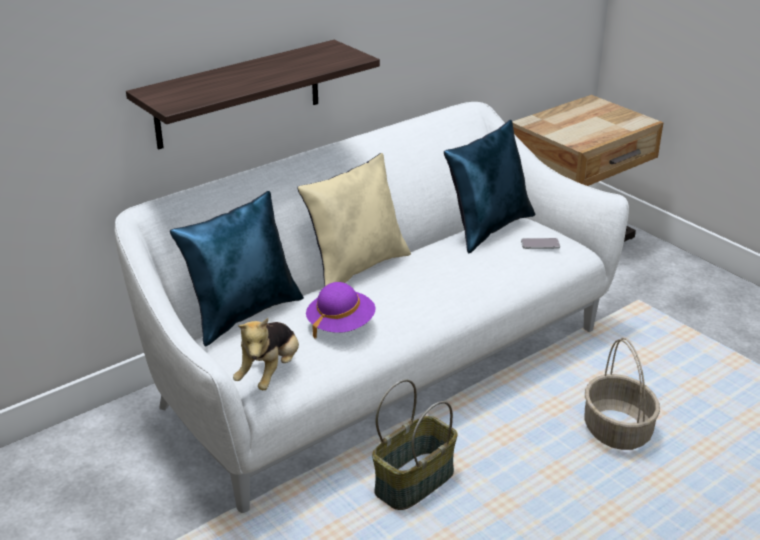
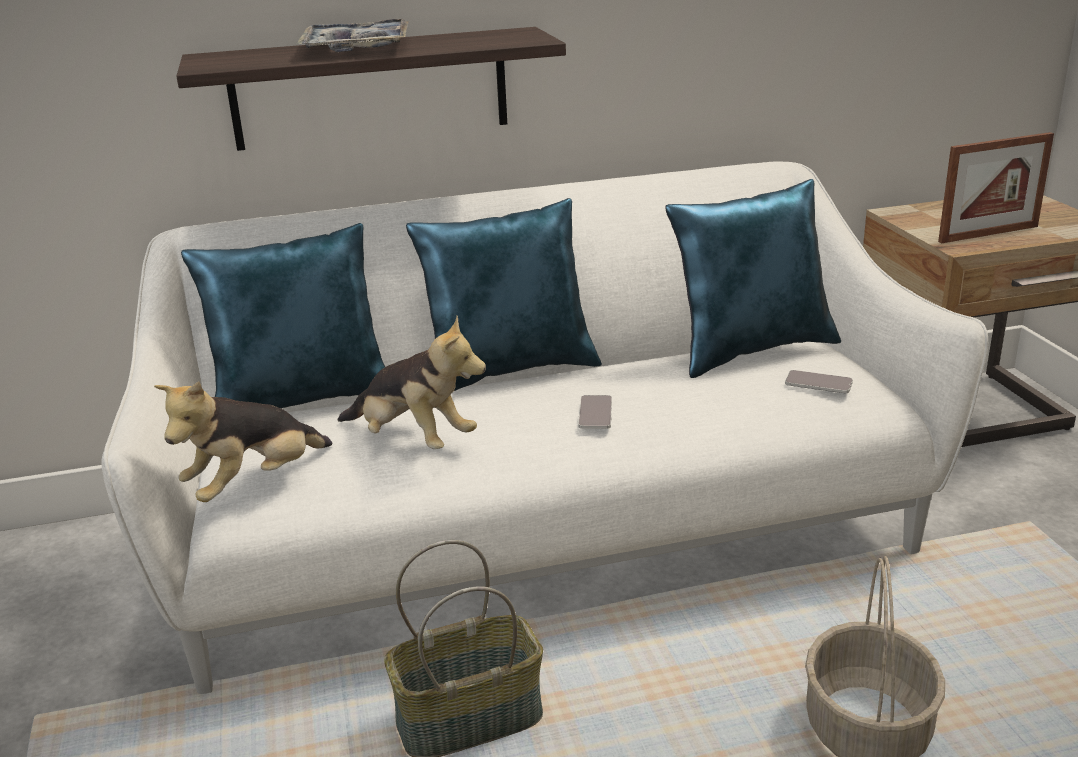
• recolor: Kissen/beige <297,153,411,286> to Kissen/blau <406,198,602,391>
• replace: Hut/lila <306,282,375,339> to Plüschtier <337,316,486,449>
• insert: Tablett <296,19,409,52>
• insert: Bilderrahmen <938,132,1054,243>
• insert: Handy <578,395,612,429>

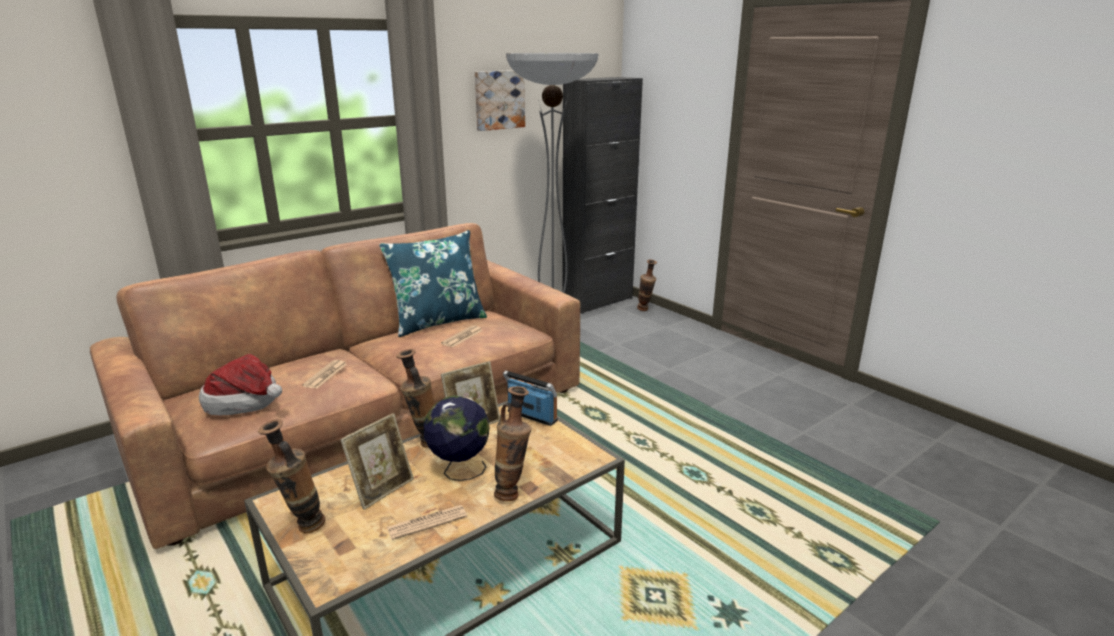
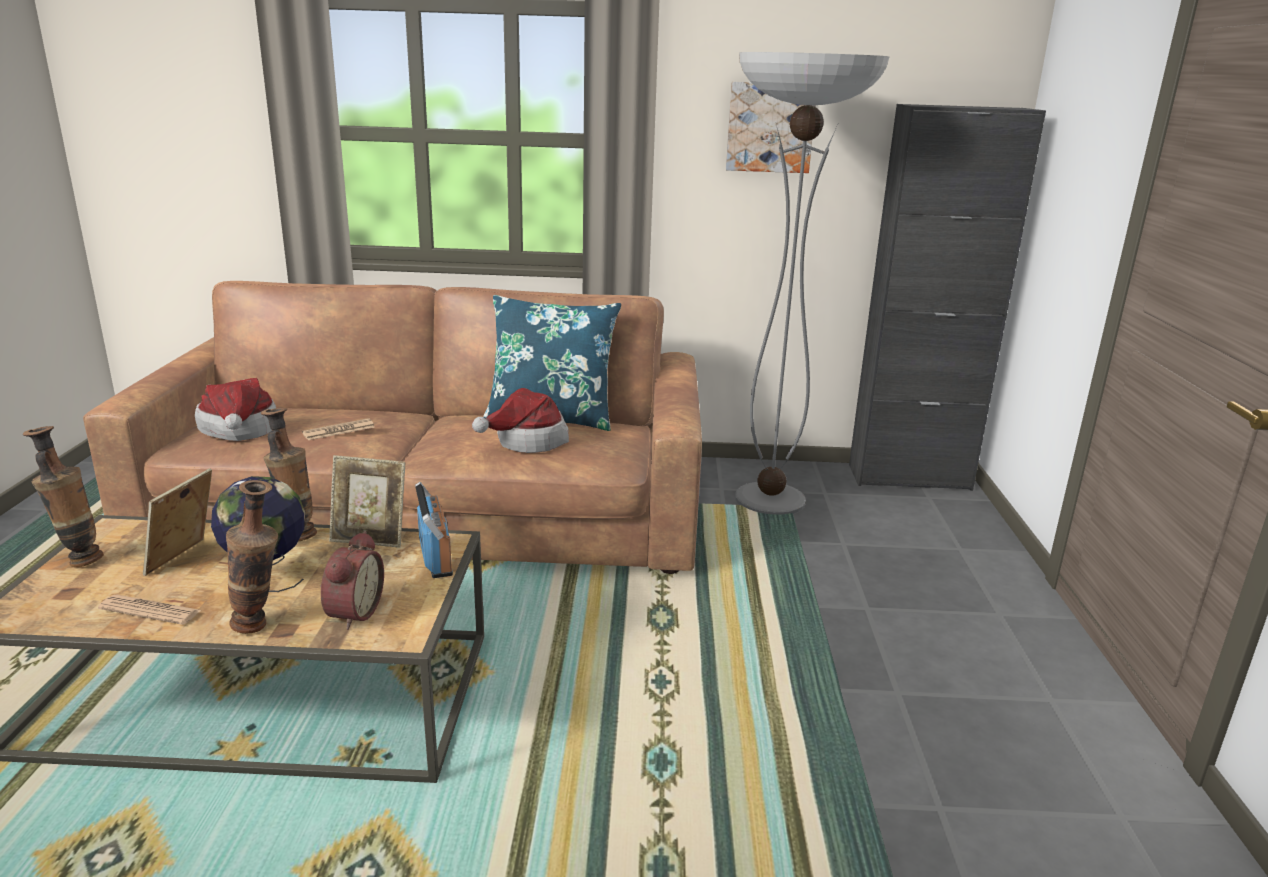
• delete: Vase <637,260,657,311>
• replace: Zeitung <441,325,483,347> to Hut <472,388,569,453>
• rotate: Bilderrahmen <340,413,414,510> = <143,468,212,576> 120 degrees clockwise
• insert: Wecker <321,531,384,630>

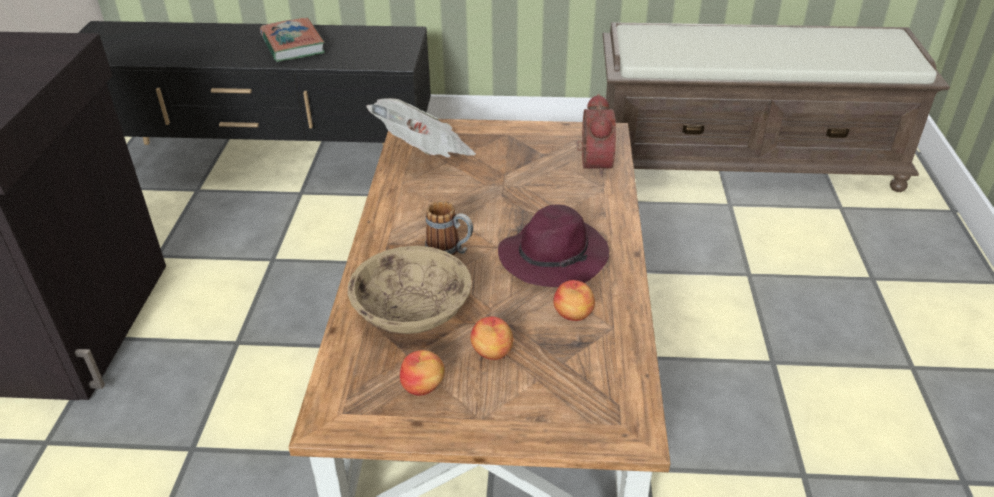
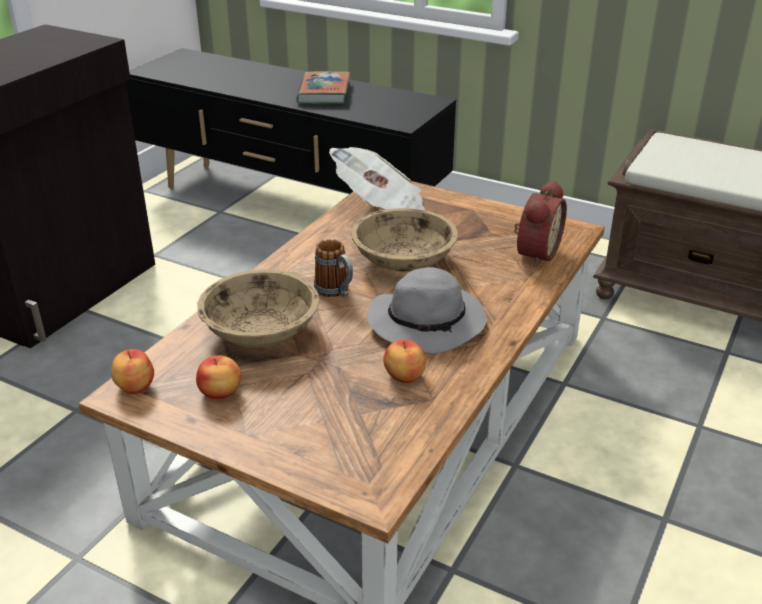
• recolor: Hut/lila <498,204,609,287> to Hut/grau <367,267,486,354>
• move: Apfel <470,316,513,360> to <111,349,154,394>
• insert: Schüssel/beige <351,208,458,272>

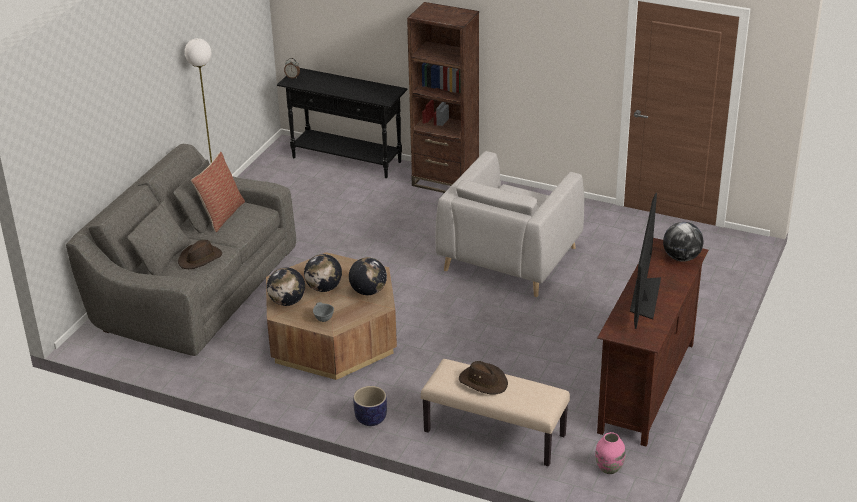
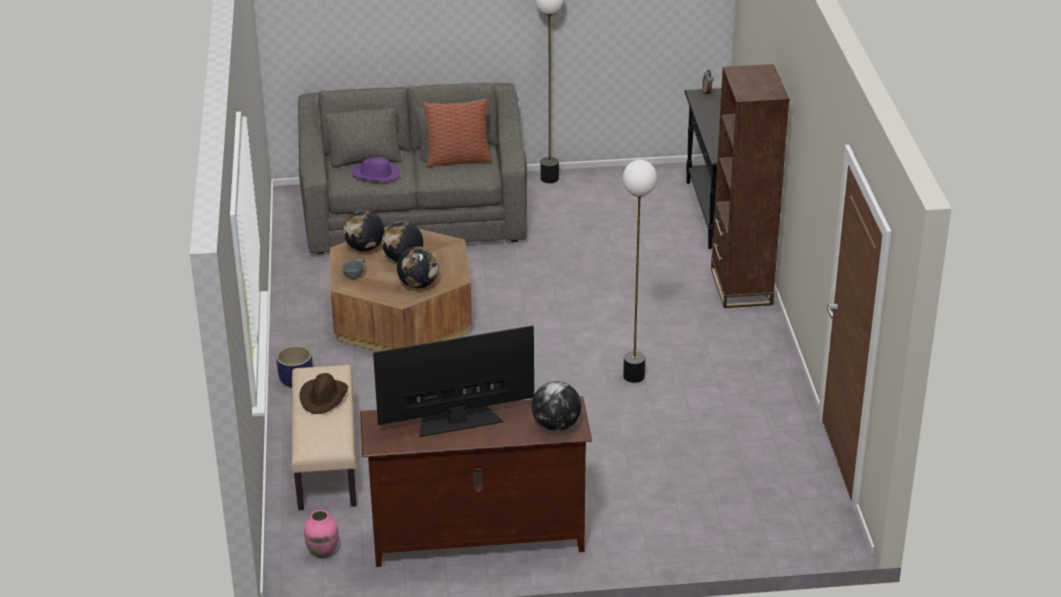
• replace: Sessel/grau <436,151,584,297> to Stehlampe <623,160,657,383>
• recolor: Hut/braun <178,240,222,269> to Hut/lila <351,157,400,182>

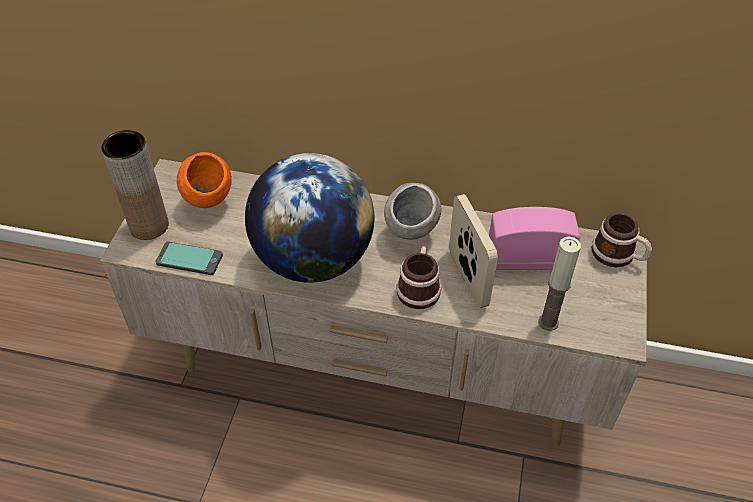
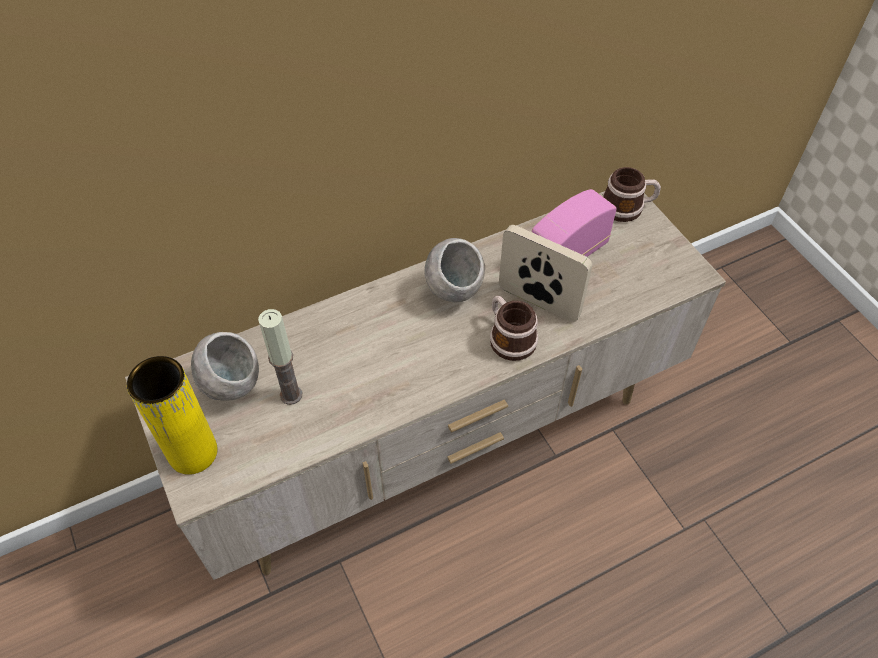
• recolor: Vase/braun <101,130,169,240> to Vase/gelb <127,356,218,475>
• recolor: Schüssel/orange <177,152,232,208> to Schüssel/grau <191,332,259,401>
• delete: Globus <245,153,375,283>
• move: Kerze <538,237,581,331> to <258,309,302,405>
• delete: Handy <155,242,223,275>

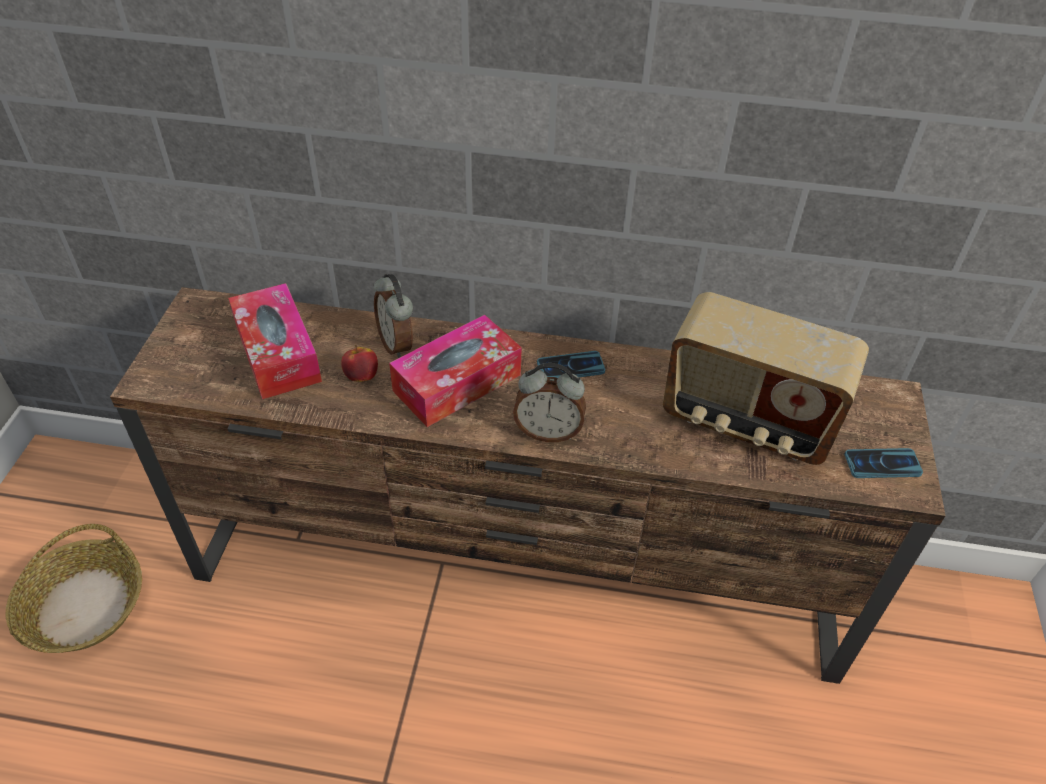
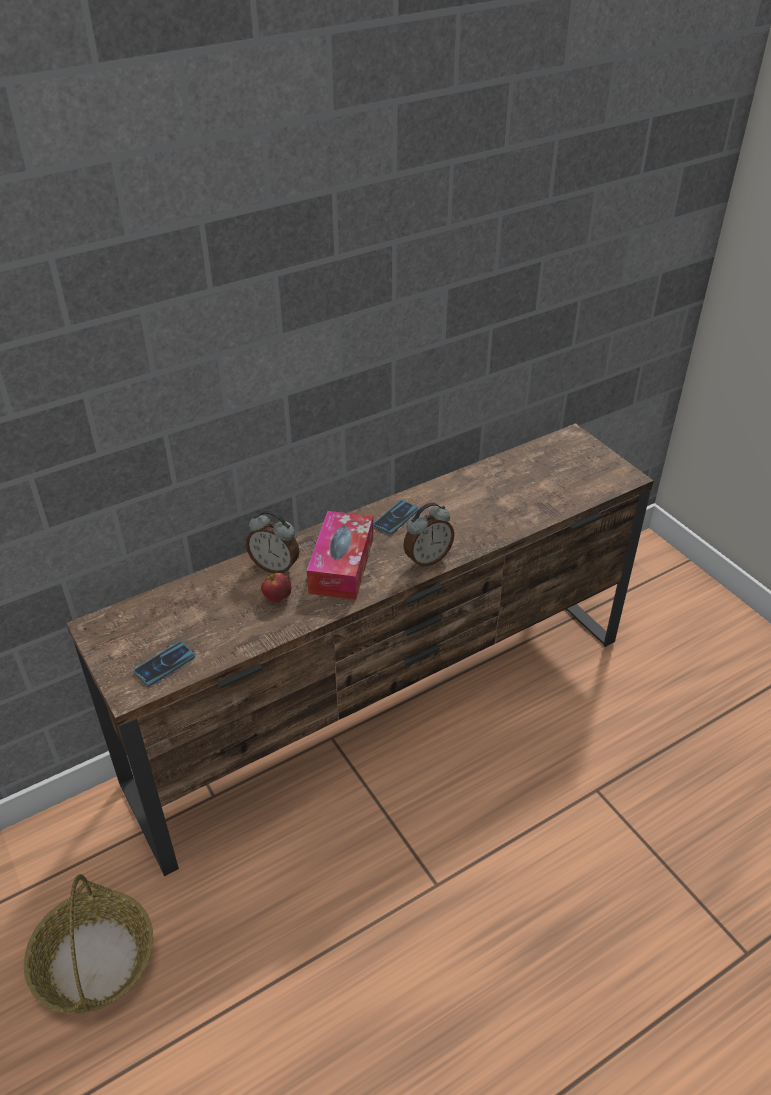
• delete: Taschentuchbox <228,283,322,399>
• delete: Radio <663,292,869,465>
• move: Handy <845,448,923,478> to <134,641,195,686>

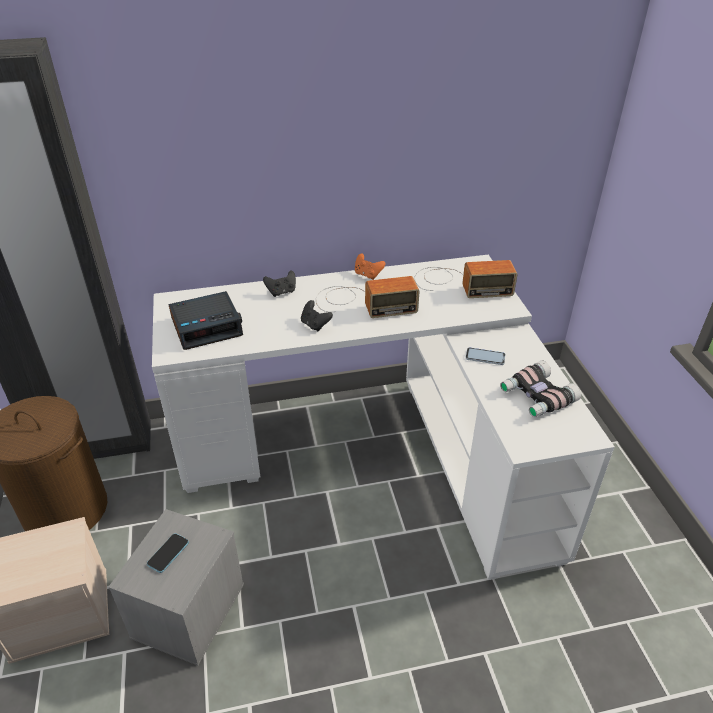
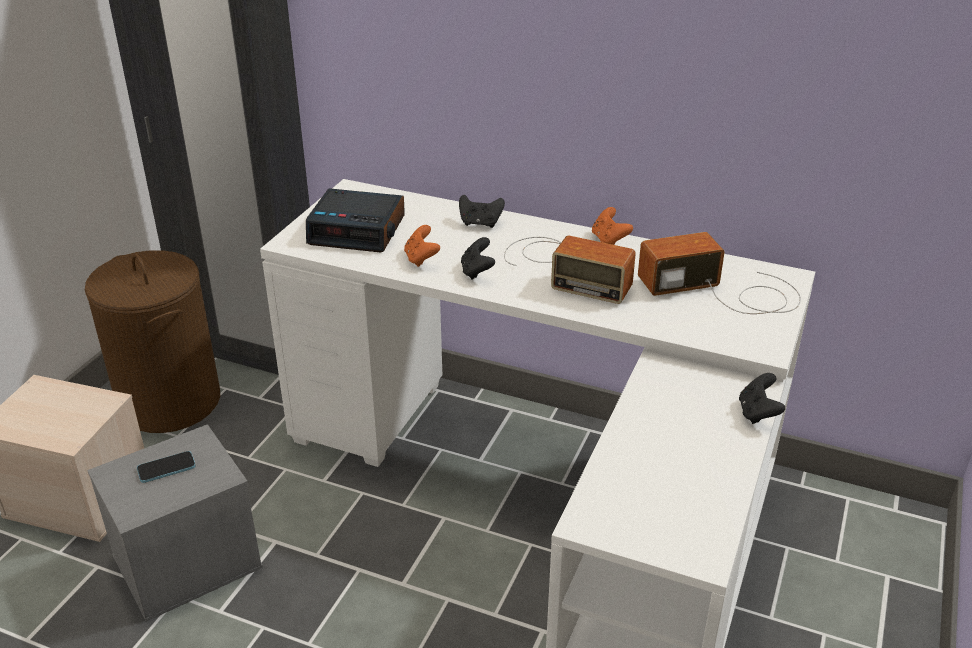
• rotate: Radio <414,260,518,298> = <638,232,801,314> 135 degrees clockwise
• delete: Handy <466,347,505,365>
• delete: Fernglas <500,361,581,417>
• insert: Gamepad/orange <404,225,440,267>
• insert: Gamepad/schwarz <739,373,785,424>

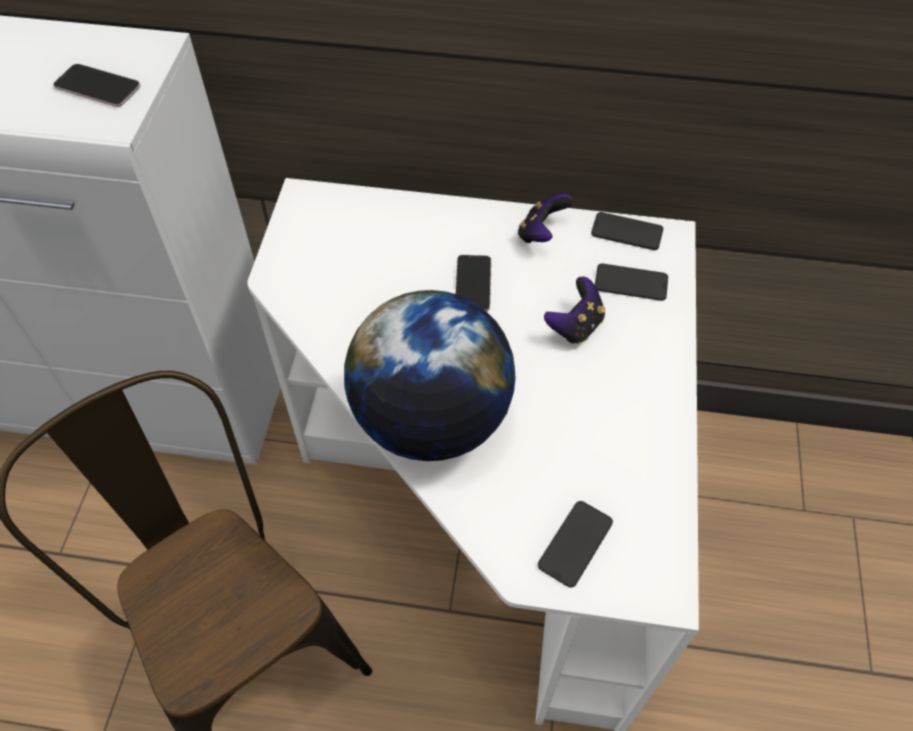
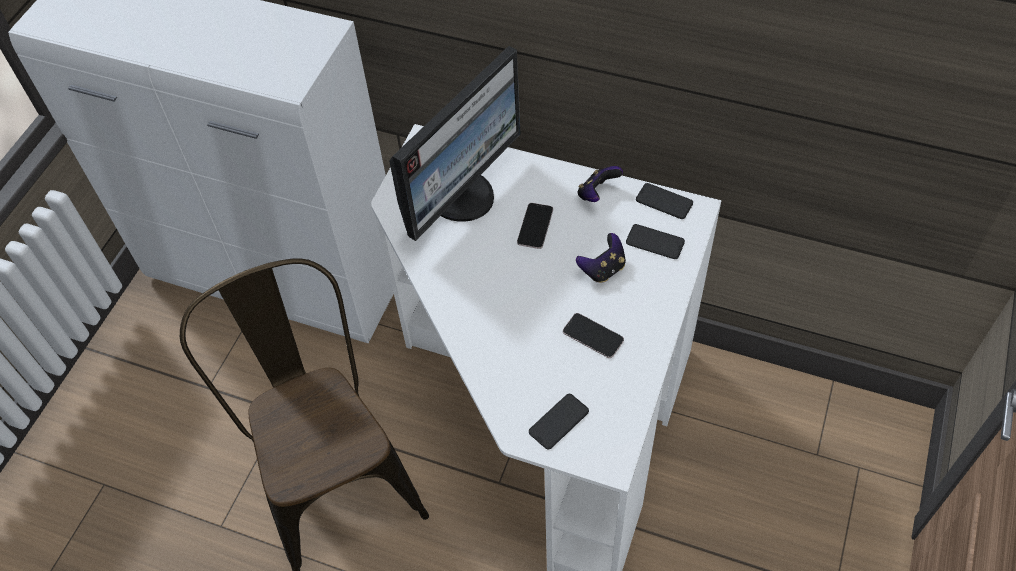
• move: Handy <53,64,141,107> to <563,313,624,358>
• delete: Globus <344,290,516,461>
• insert: Monitor <389,46,520,241>

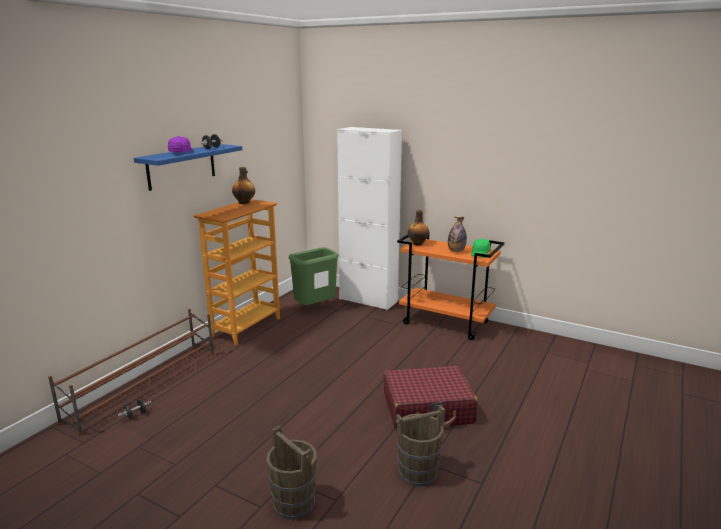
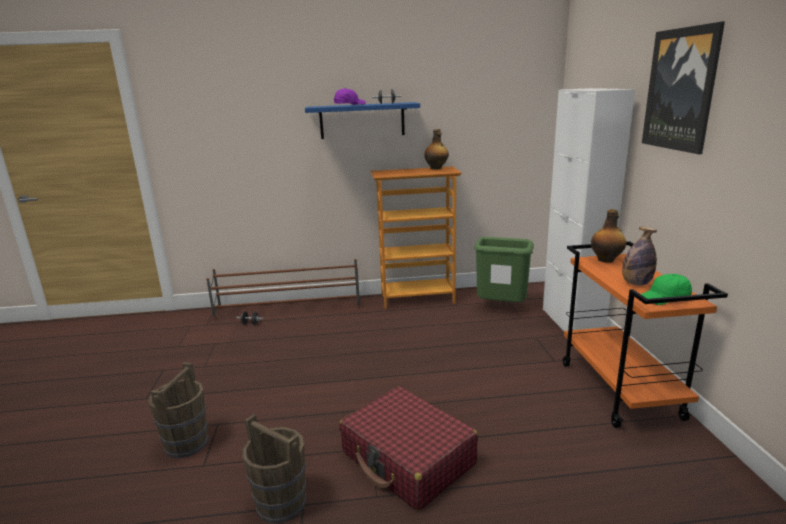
• insert: Bild <642,21,725,154>

